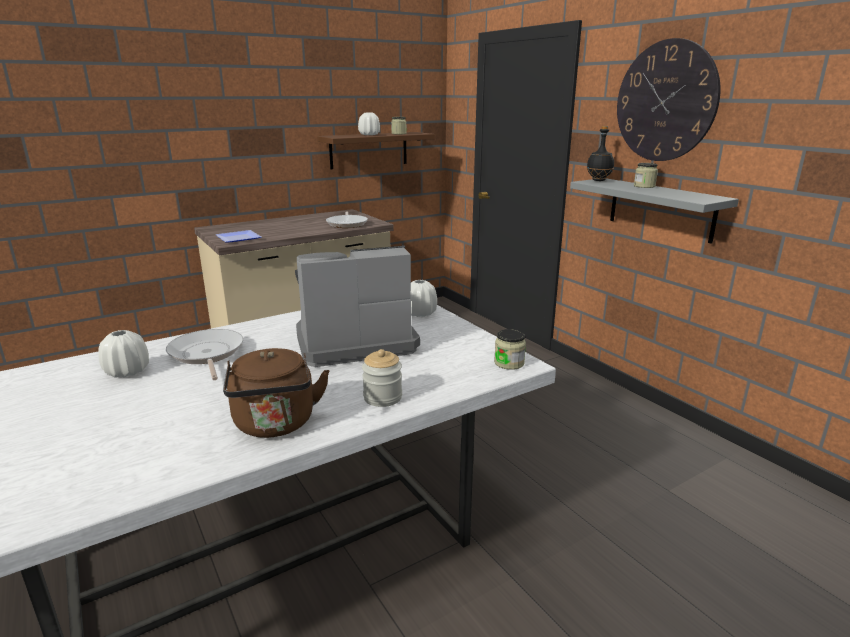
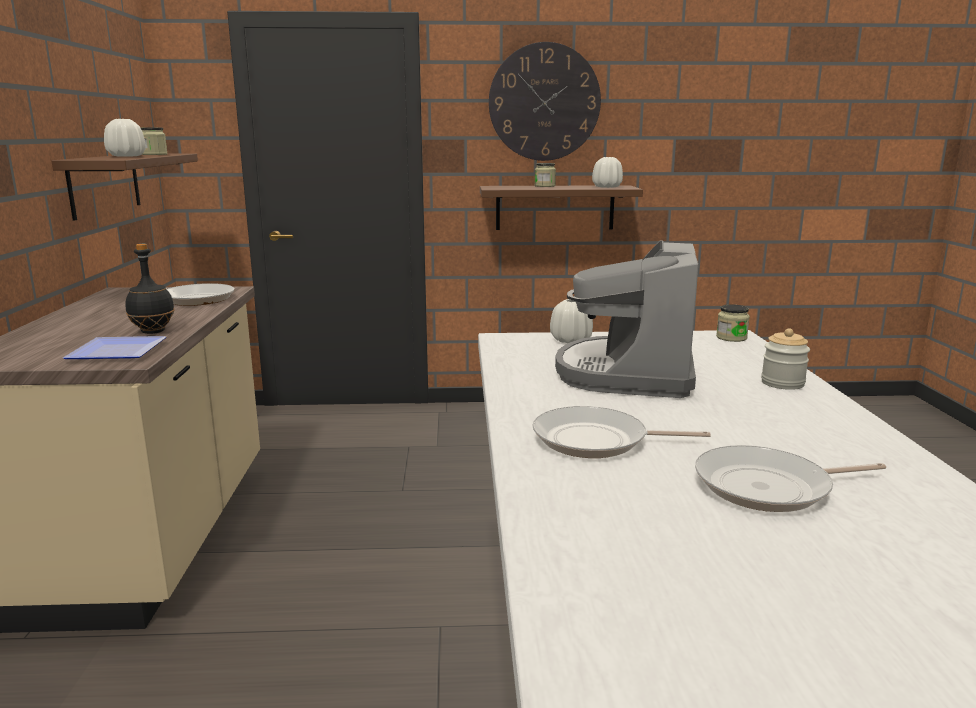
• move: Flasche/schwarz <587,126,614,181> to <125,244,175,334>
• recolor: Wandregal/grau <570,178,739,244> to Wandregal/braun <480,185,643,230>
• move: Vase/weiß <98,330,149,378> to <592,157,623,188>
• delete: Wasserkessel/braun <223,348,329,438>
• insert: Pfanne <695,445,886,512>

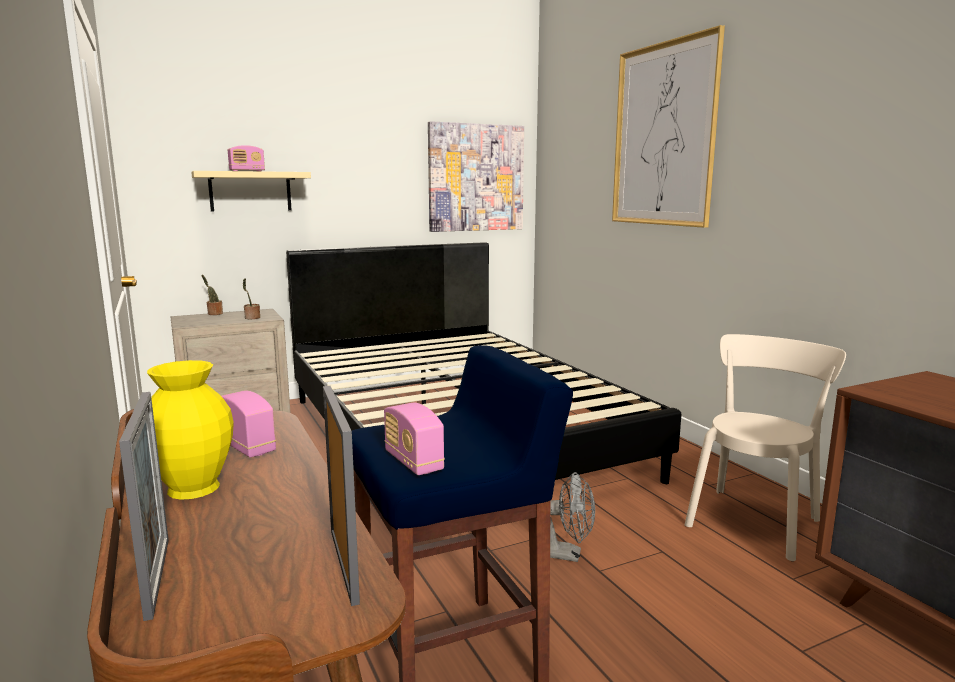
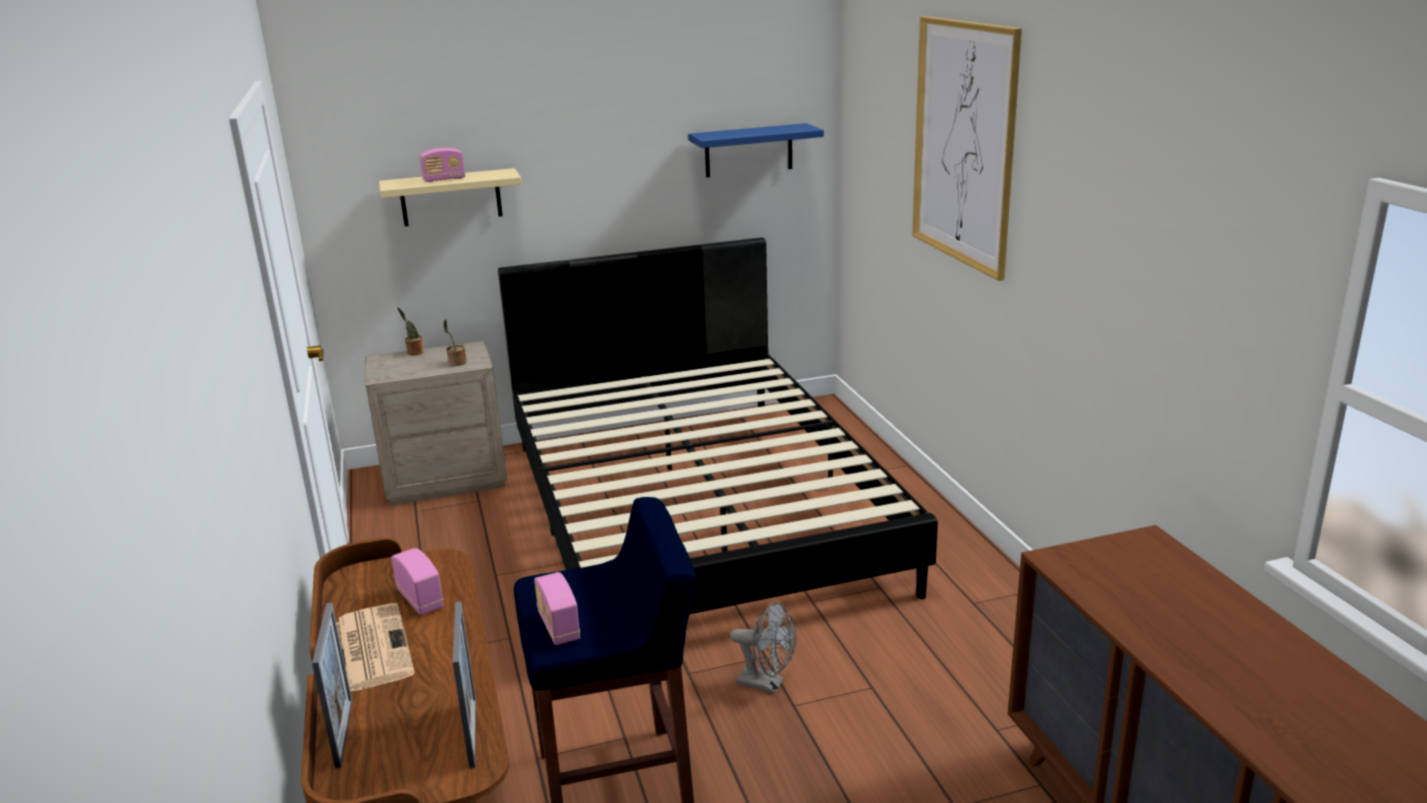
• replace: Bild <428,121,524,232> to Wandregal/blau <688,123,824,177>
• delete: Stuhl/beige <685,334,846,562>
• replace: Vase/gelb <147,360,234,500> to Zeitung <336,603,415,692>

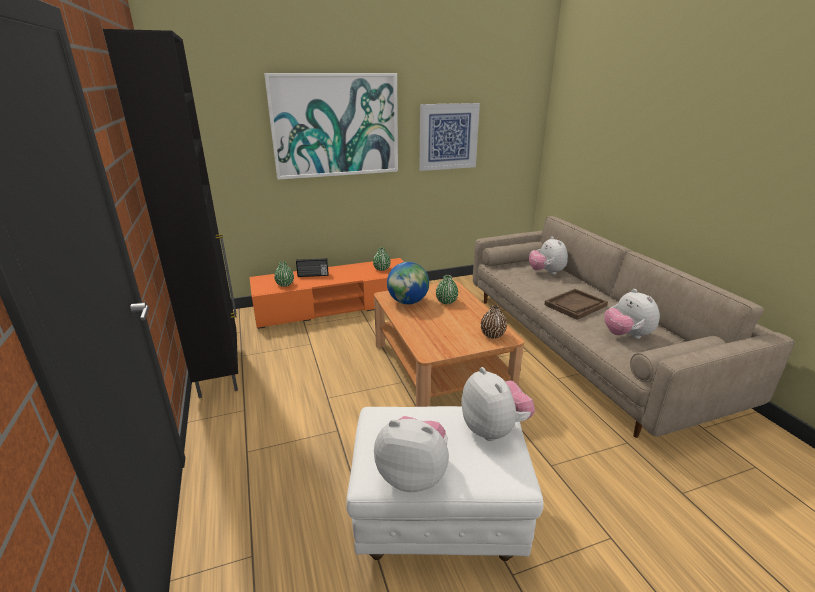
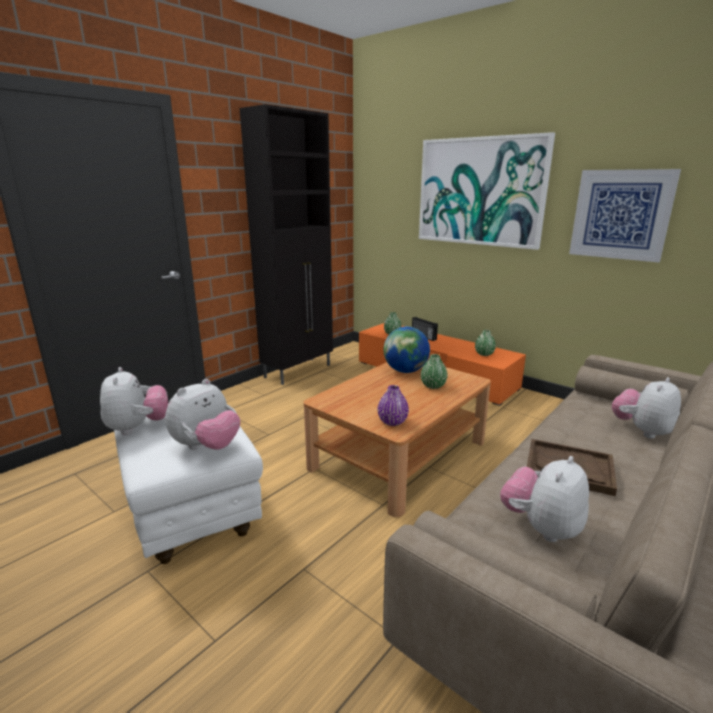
• recolor: Vase/braun <481,305,507,339> to Vase/lila <378,385,409,426>

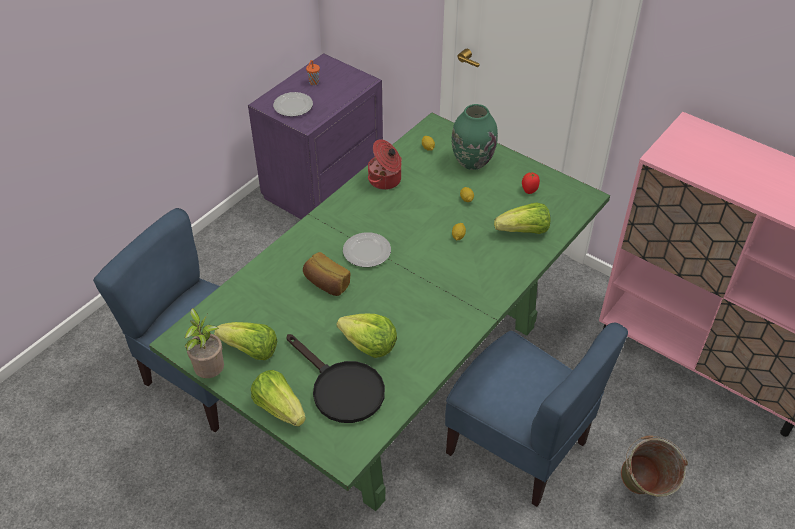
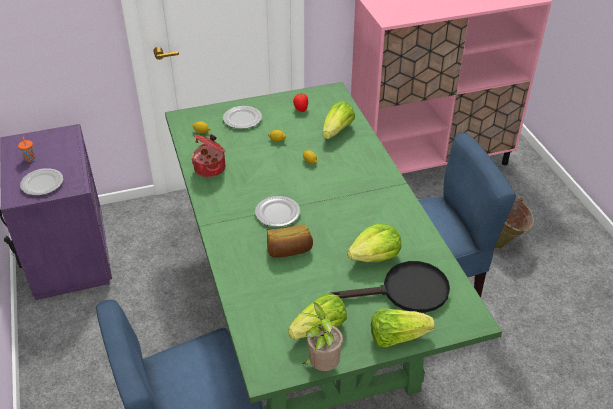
• replace: Vase/grün <452,104,498,170> to Teller <223,106,262,129>

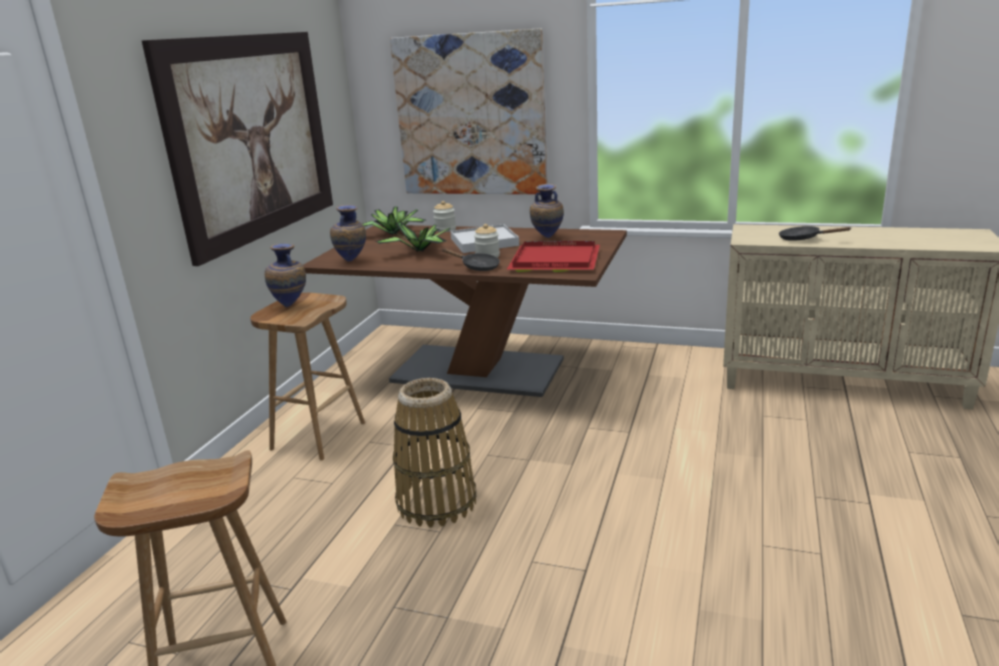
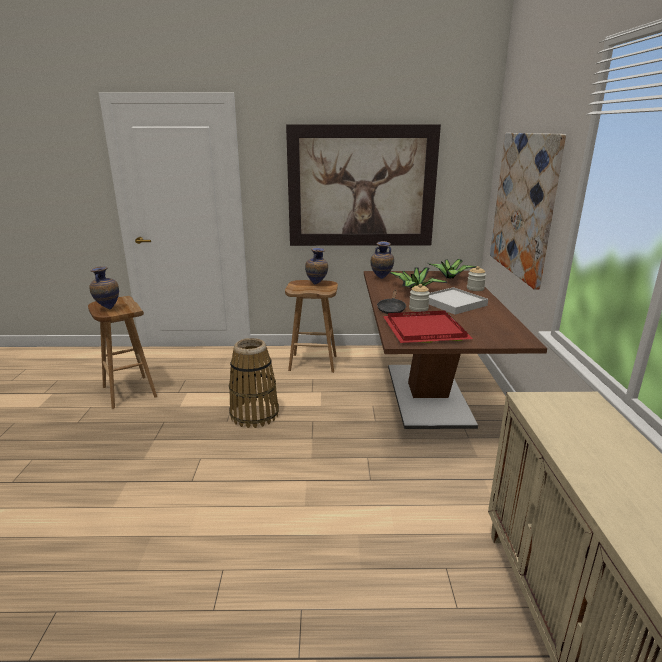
• move: Vase <530,184,564,238> to <89,267,119,309>
• delete: Pfanne/schwarz <779,226,851,241>

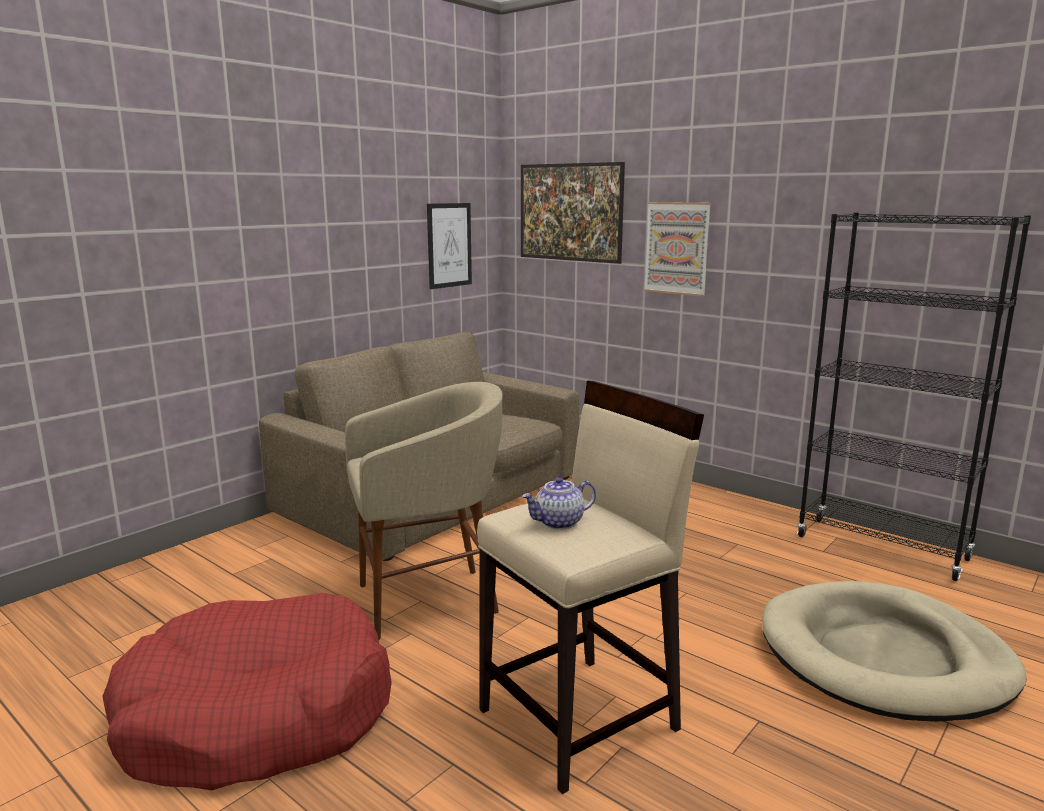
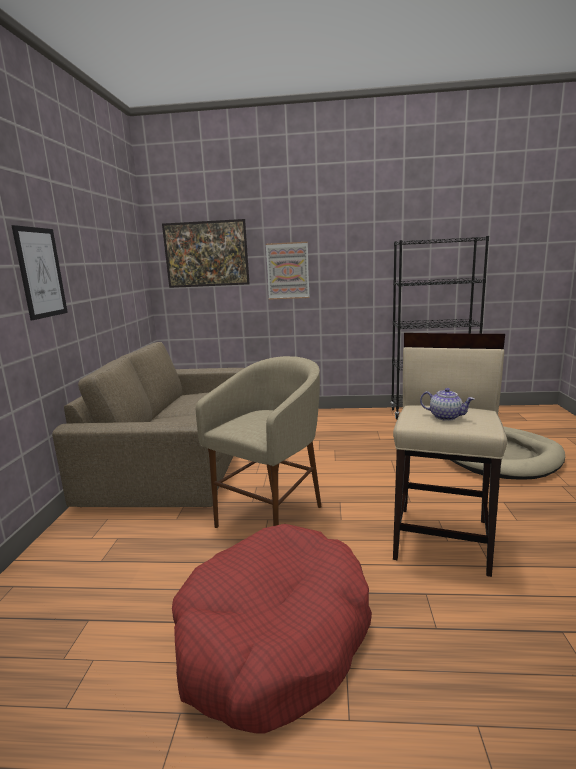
• move: Bild <427,203,472,289> to <11,225,68,320>
• rotate: Teekanne <522,477,596,530> = <420,388,474,421> 90 degrees counterclockwise

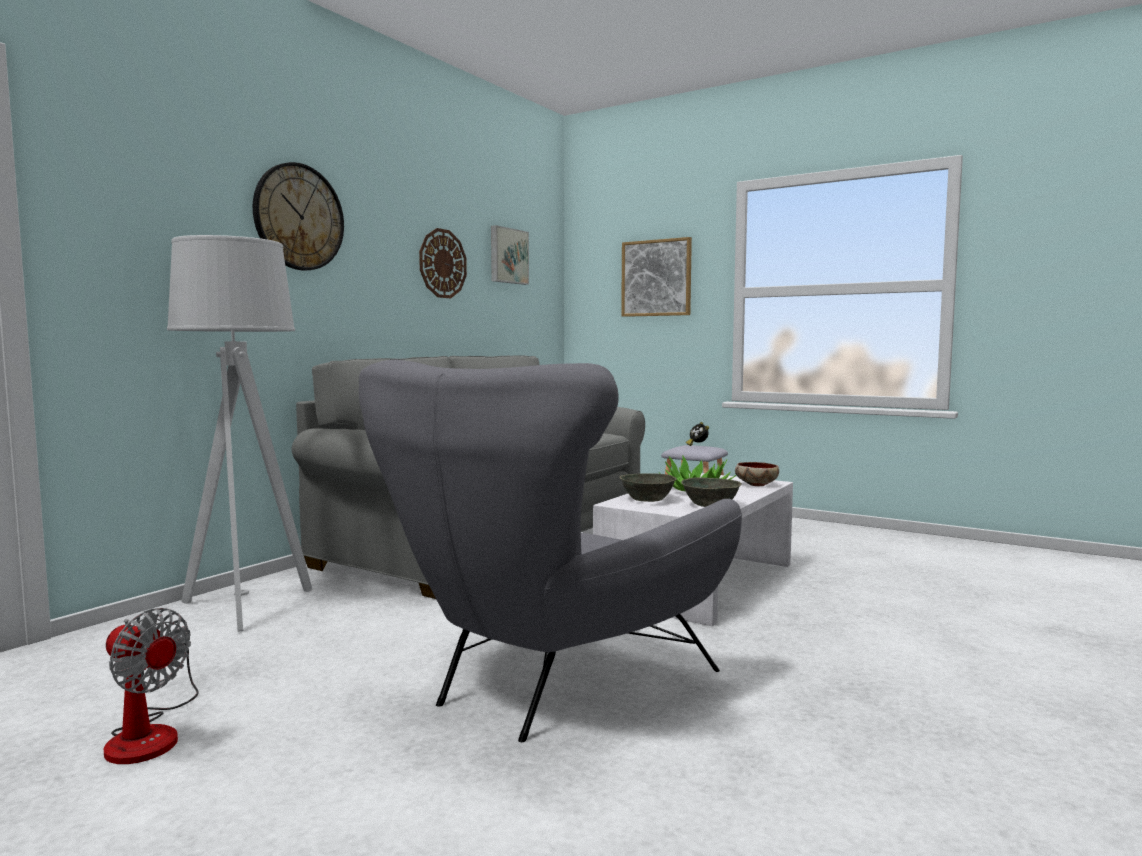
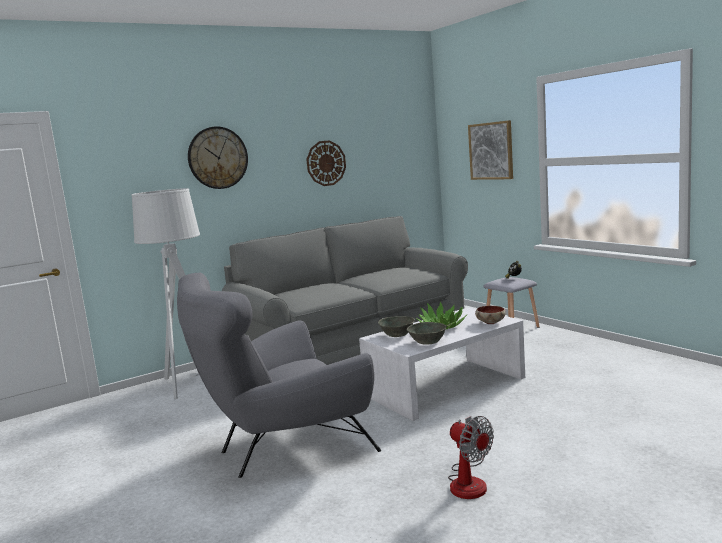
• delete: Bild <491,225,529,285>
• move: Ventilator <104,608,199,764> to <448,416,494,499>

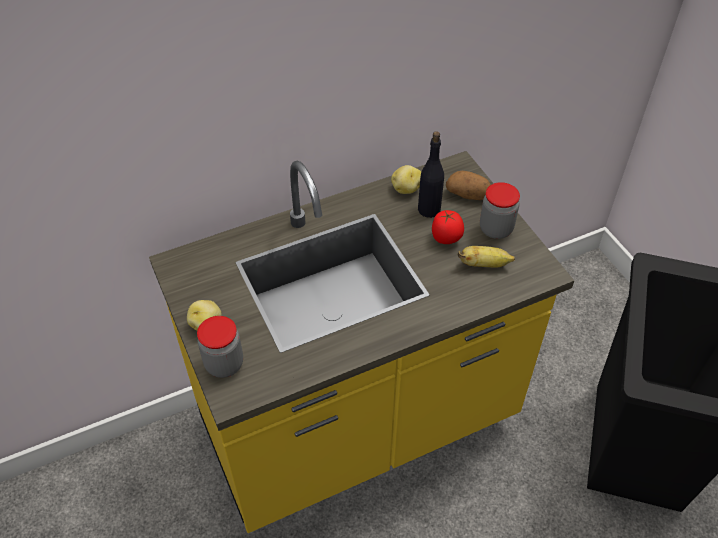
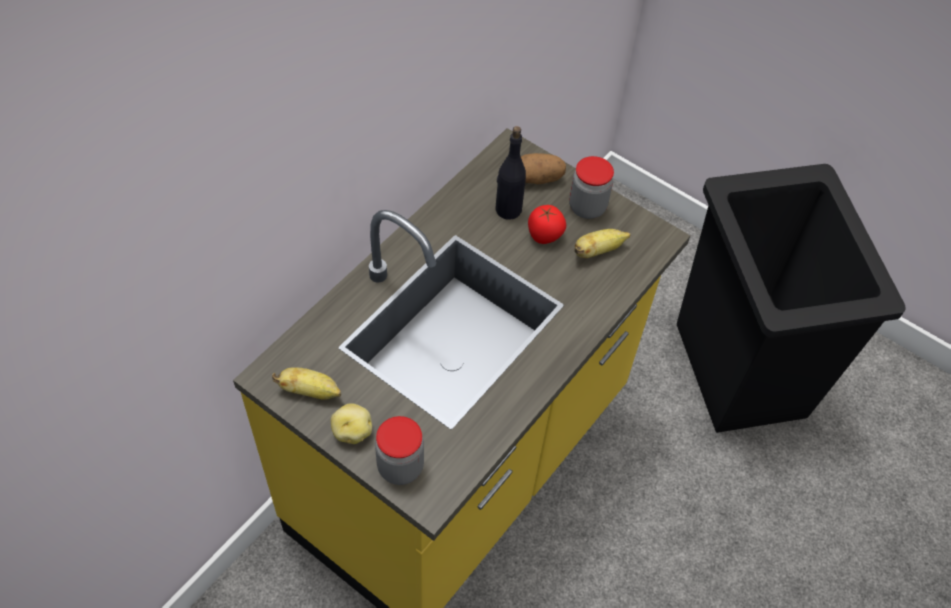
• delete: Kartoffel <391,165,421,194>
• insert: Banane <272,367,341,400>

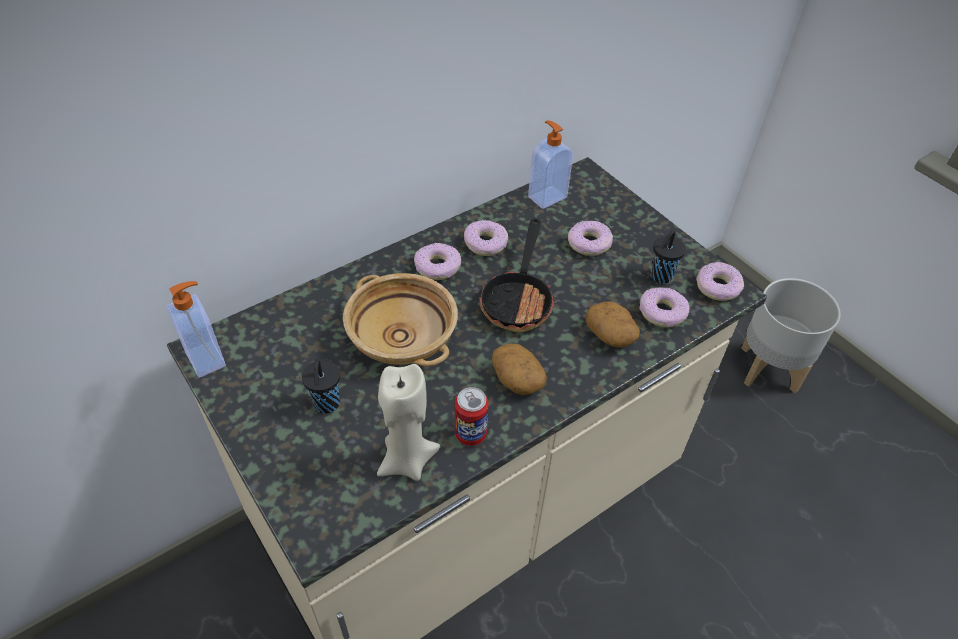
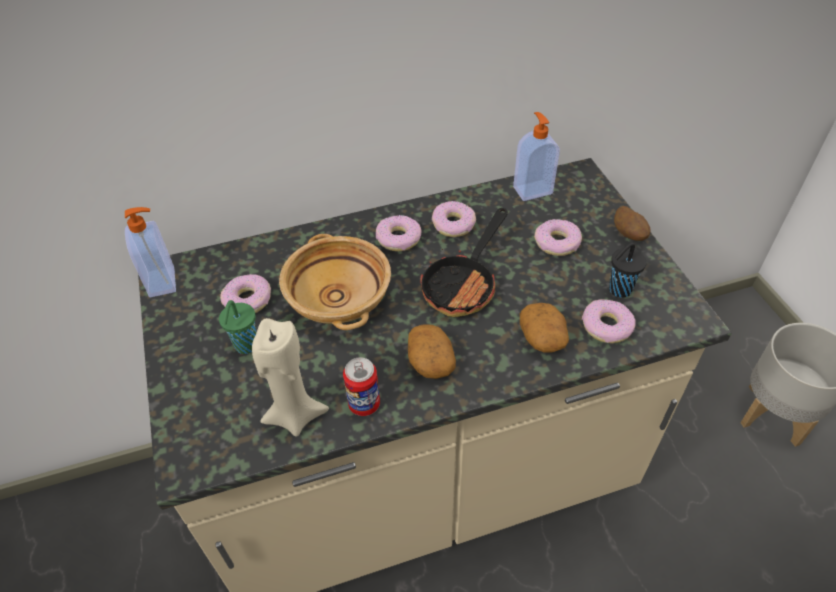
• move: Donut <696,262,744,301> to <220,274,271,313>
• recolor: Tasse/schwarz <302,359,340,414> to Tasse/grün <219,300,257,354>
• insert: Kartoffel <614,206,651,241>

